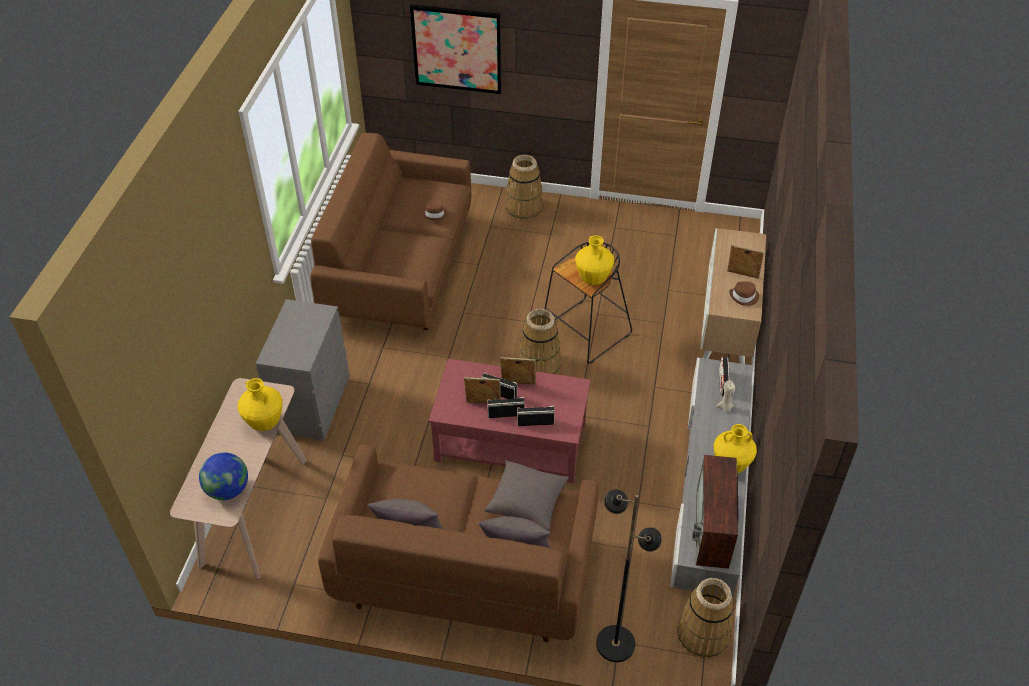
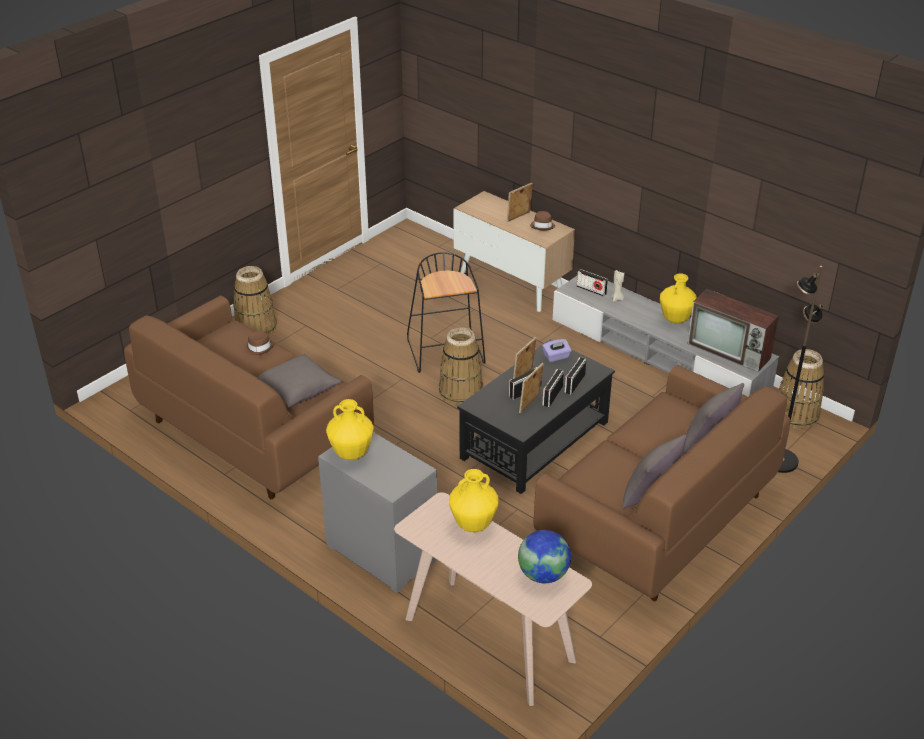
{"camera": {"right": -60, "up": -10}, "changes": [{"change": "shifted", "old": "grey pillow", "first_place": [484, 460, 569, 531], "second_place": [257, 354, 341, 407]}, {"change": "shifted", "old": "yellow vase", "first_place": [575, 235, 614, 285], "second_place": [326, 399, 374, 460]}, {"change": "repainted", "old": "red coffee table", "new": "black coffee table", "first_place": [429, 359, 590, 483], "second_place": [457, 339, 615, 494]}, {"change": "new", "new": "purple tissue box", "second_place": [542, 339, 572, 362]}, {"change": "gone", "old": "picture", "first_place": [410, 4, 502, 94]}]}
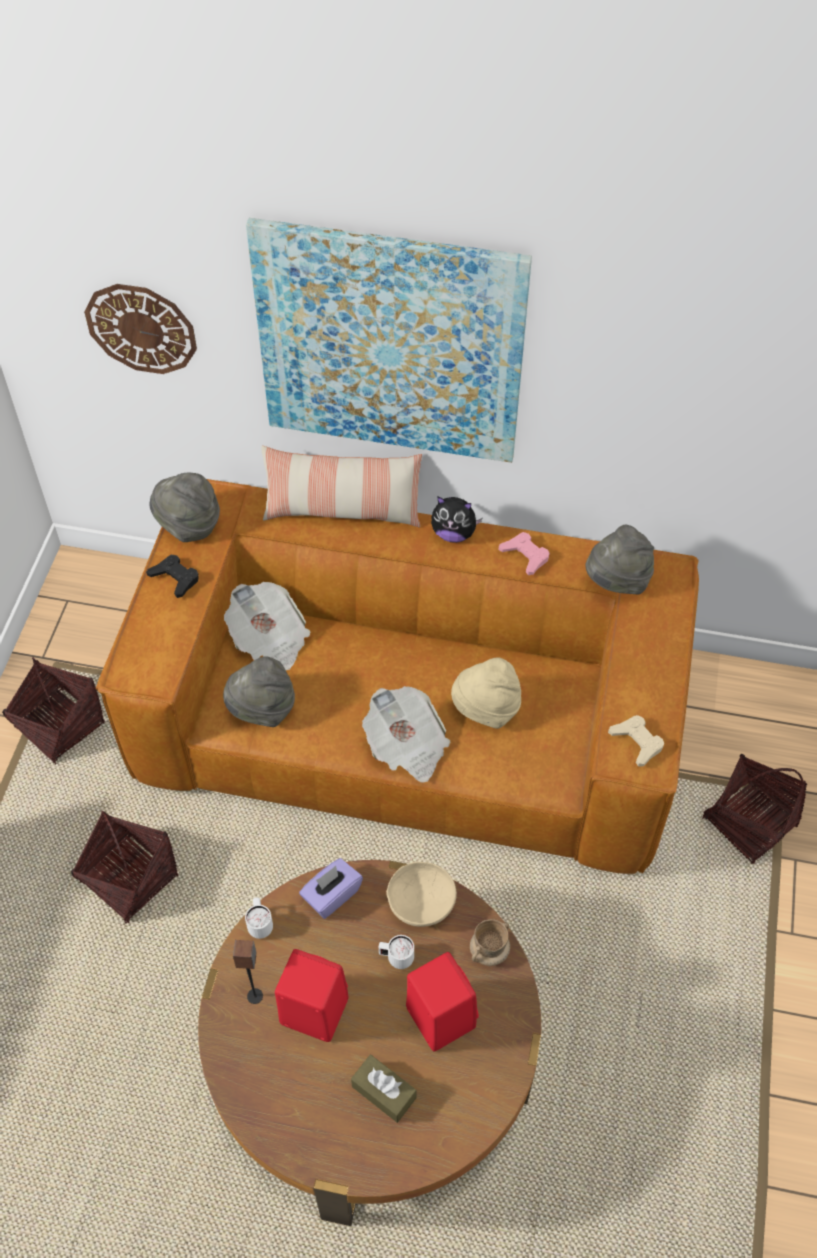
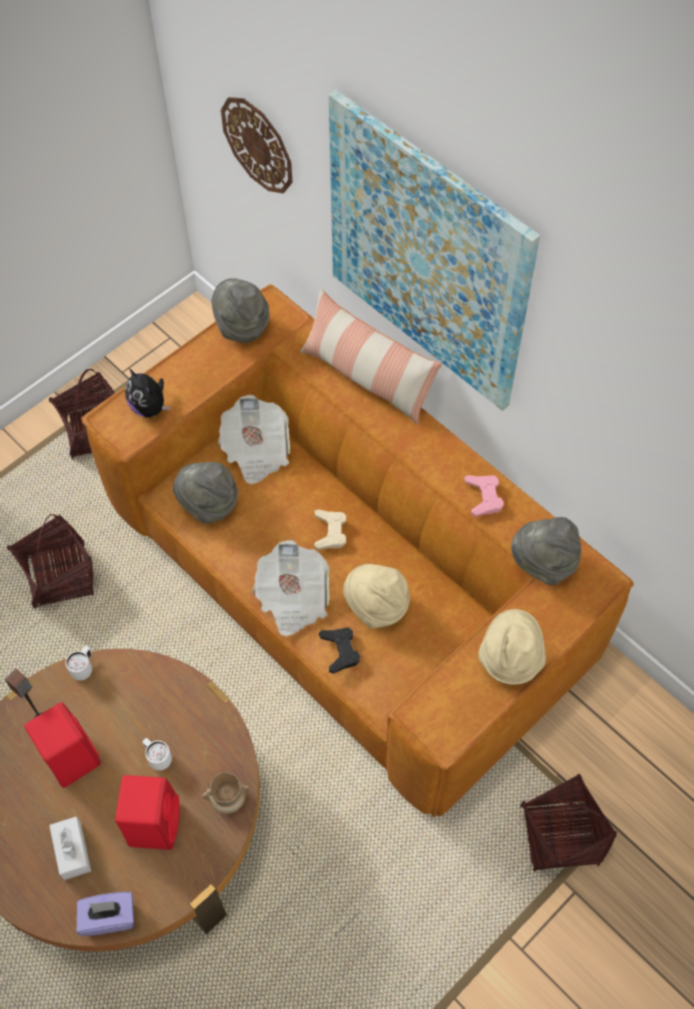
{"camera": {"right": 35, "up": 5}, "changes": [{"change": "repainted", "old": "brown tissue box", "new": "white tissue box", "first_place": [351, 1055, 416, 1123], "second_place": [49, 817, 91, 880]}, {"change": "shifted", "old": "purple tissue box", "first_place": [299, 858, 363, 919], "second_place": [77, 892, 134, 936]}, {"change": "shifted", "old": "plush toy", "first_place": [431, 497, 482, 543], "second_place": [125, 369, 171, 418]}, {"change": "shifted", "old": "beige game controller", "first_place": [608, 715, 664, 767], "second_place": [314, 509, 346, 550]}, {"change": "shifted", "old": "black game controller", "first_place": [146, 555, 198, 598], "second_place": [319, 628, 360, 673]}, {"change": "new", "new": "beige hat", "second_place": [478, 609, 546, 685]}, {"change": "gone", "old": "beige bowl", "first_place": [386, 862, 457, 927]}]}
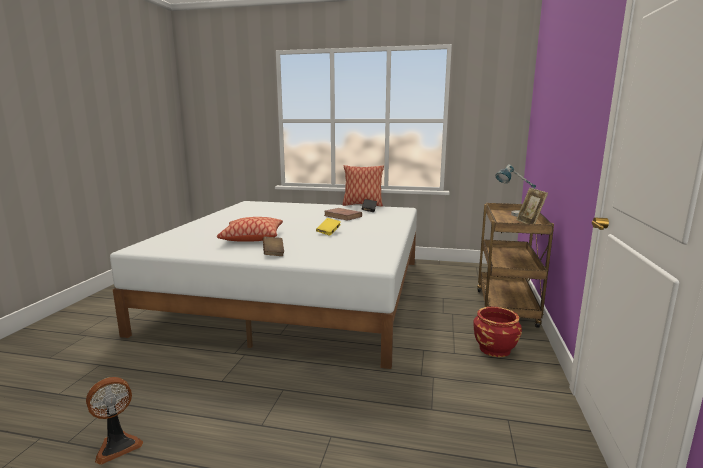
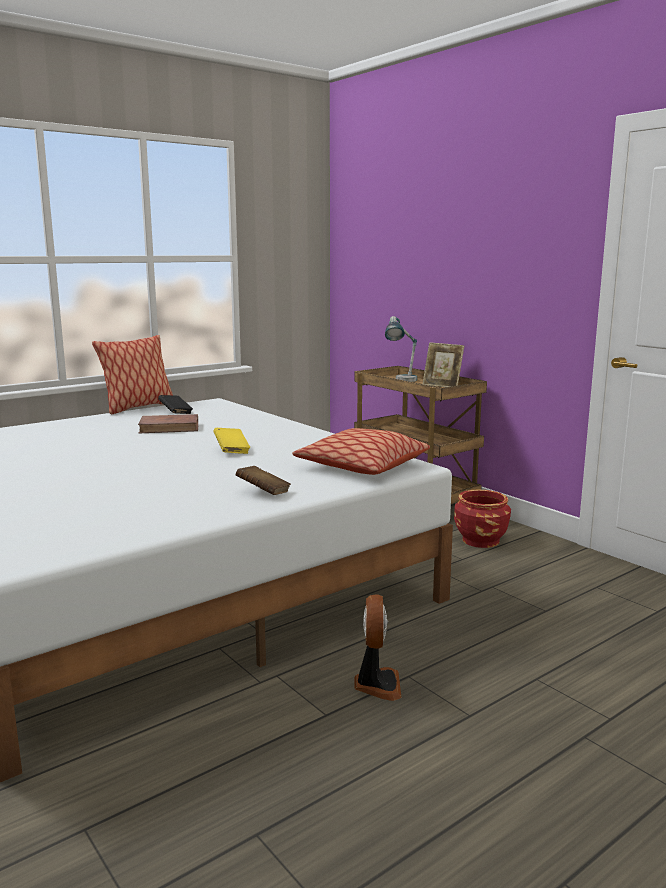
{"camera": {"right": -50, "up": 0}, "changes": [{"change": "shifted", "old": "pillow", "first_place": [217, 217, 283, 242], "second_place": [292, 428, 430, 475]}, {"change": "shifted", "old": "fan", "first_place": [86, 377, 143, 465], "second_place": [354, 594, 402, 701]}]}
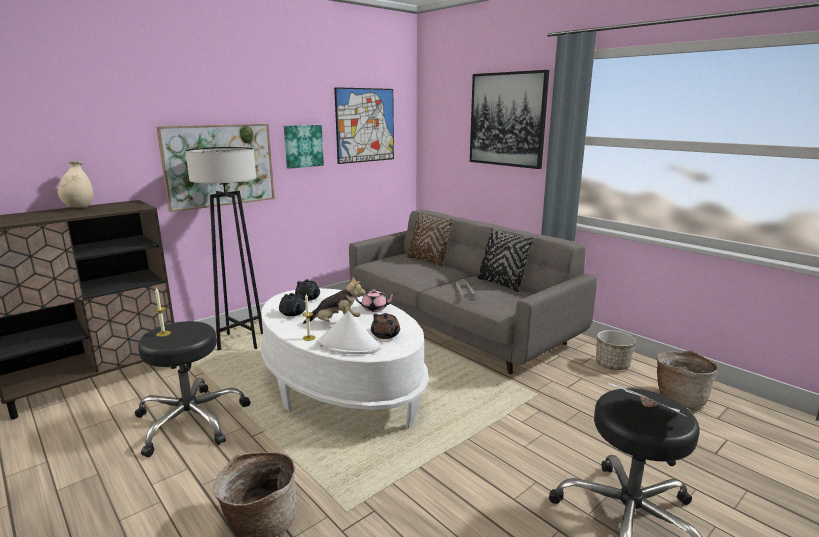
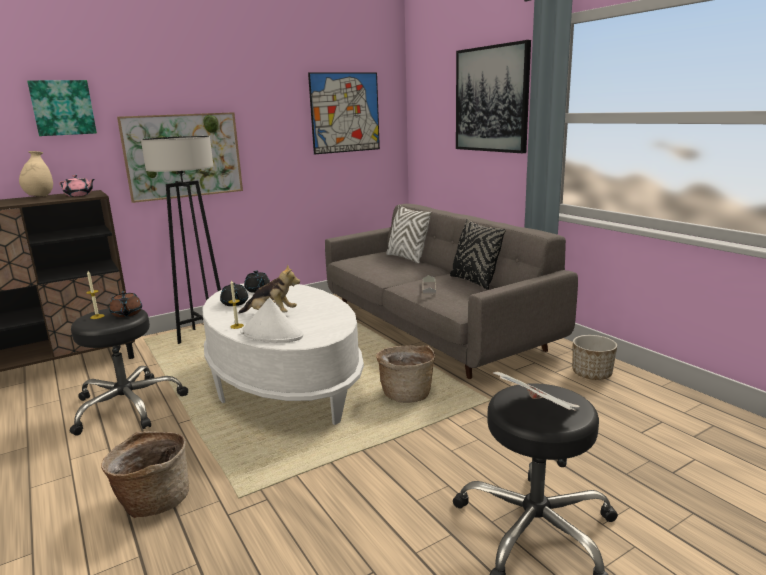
{"camera": {"right": 10, "up": 0}, "changes": [{"change": "shifted", "old": "picture", "first_place": [284, 125, 324, 169], "second_place": [27, 80, 97, 136]}, {"change": "shifted", "old": "pink teapot", "first_place": [355, 289, 396, 312], "second_place": [59, 175, 95, 197]}, {"change": "shifted", "old": "brown teapot", "first_place": [371, 313, 400, 339], "second_place": [109, 291, 142, 317]}, {"change": "shifted", "old": "basket", "first_place": [657, 351, 718, 407], "second_place": [376, 345, 435, 403]}, {"change": "repainted", "old": "brown pillow", "new": "white pillow", "first_place": [407, 212, 454, 266], "second_place": [386, 205, 432, 263]}]}
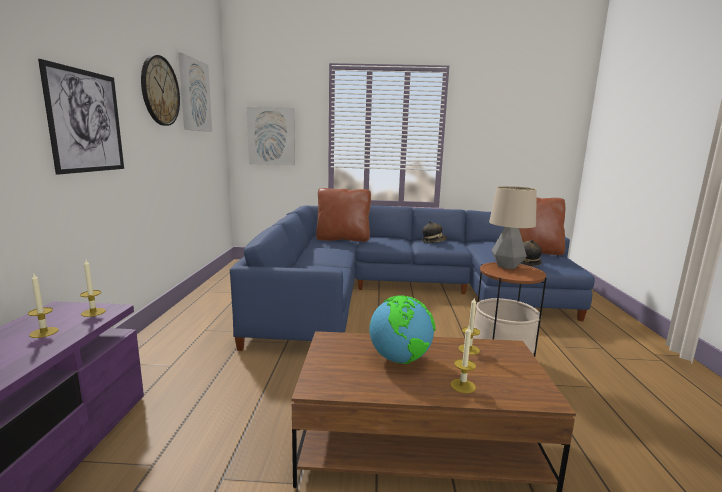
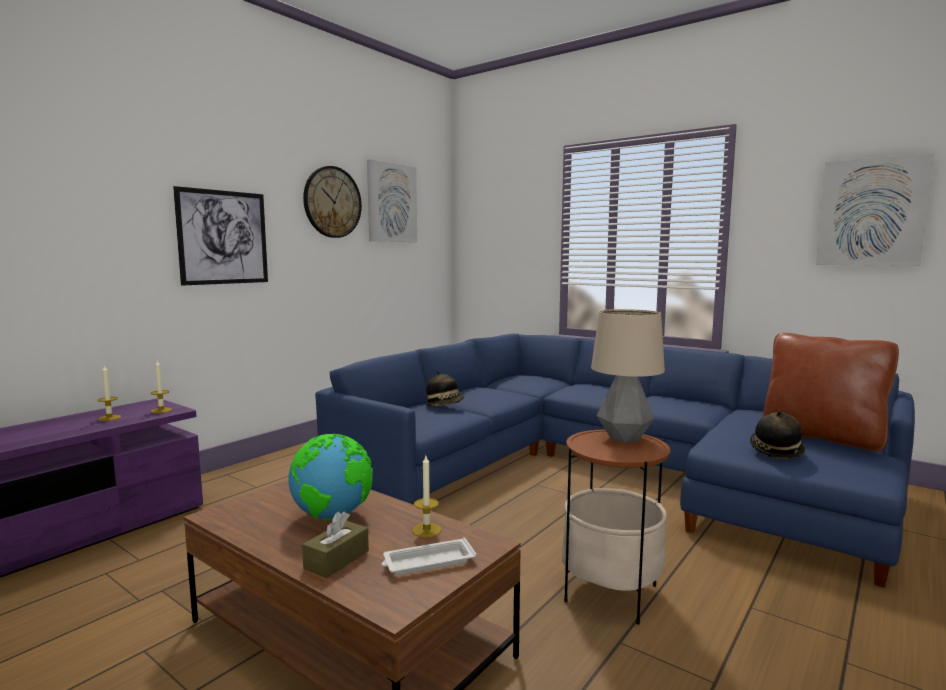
{"camera": {"right": 35, "up": -5}, "changes": [{"change": "swapped", "old": "candle", "new": "brown tissue box", "first_place": [450, 326, 476, 393], "second_place": [302, 512, 369, 578]}, {"change": "new", "new": "white tray", "second_place": [382, 537, 477, 575]}, {"change": "shifted", "old": "hat", "first_place": [422, 221, 447, 243], "second_place": [425, 371, 464, 406]}, {"change": "shifted", "old": "picture", "first_place": [247, 107, 295, 165], "second_place": [816, 153, 934, 266]}, {"change": "gone", "old": "brown pillow", "first_place": [316, 188, 371, 242]}]}
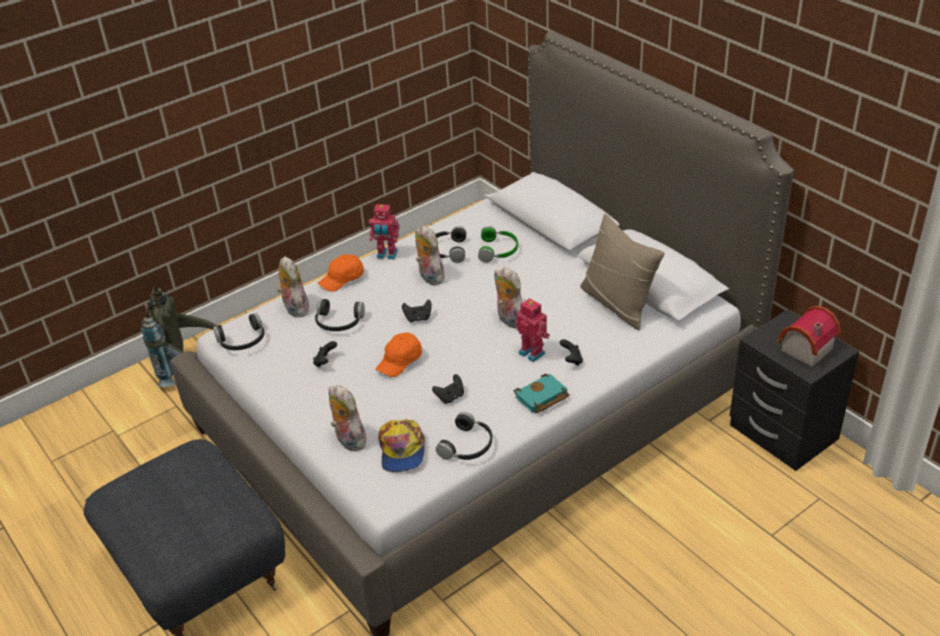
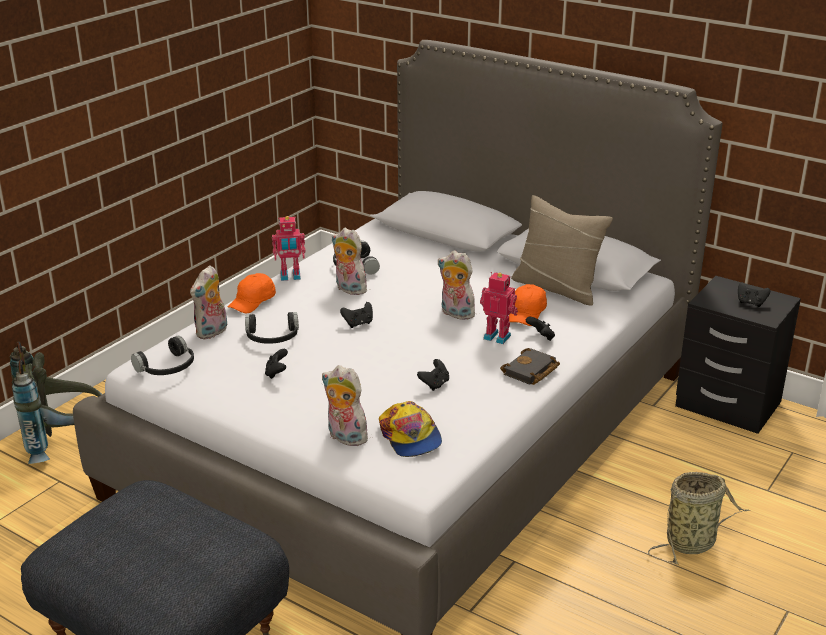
{"camera": {"right": -20, "up": -10}, "changes": [{"change": "rotated", "old": "plush toy", "first_place": [277, 256, 309, 317], "second_place": [190, 265, 227, 339], "degrees": -105}, {"change": "repainted", "old": "turquoise book", "new": "black book", "first_place": [514, 374, 569, 413], "second_place": [500, 348, 560, 385]}, {"change": "shifted", "old": "orange cap", "first_place": [376, 333, 422, 377], "second_place": [509, 284, 547, 326]}, {"change": "new", "new": "basket", "second_place": [648, 472, 750, 564]}, {"change": "swapped", "old": "toy house", "new": "black game controller", "first_place": [777, 305, 841, 367], "second_place": [738, 282, 770, 307]}, {"change": "gone", "old": "black headphones", "first_place": [436, 412, 492, 460]}, {"change": "gone", "old": "green headphones", "first_place": [478, 226, 518, 263]}]}
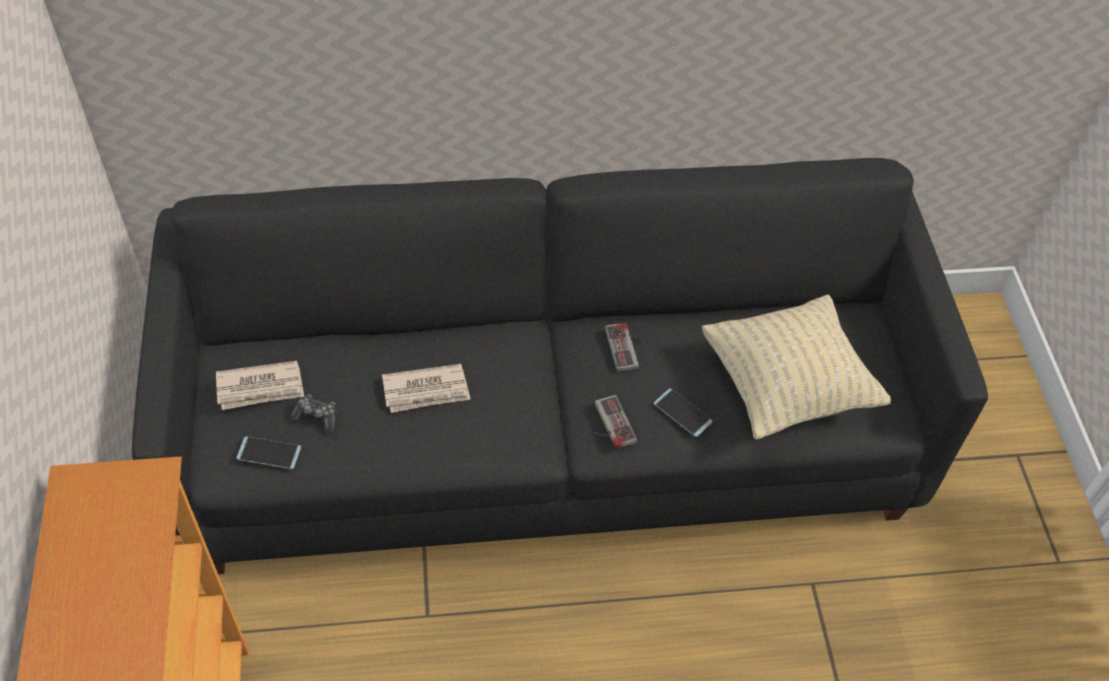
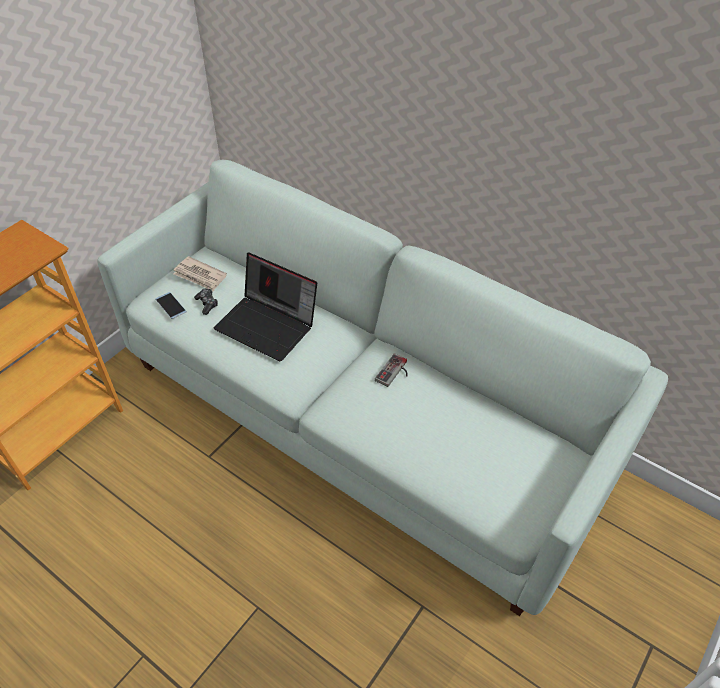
{"camera": {"right": 45, "up": -5}, "changes": [{"change": "repainted", "old": "black sofa", "new": "white sofa", "first_place": [132, 158, 988, 574], "second_place": [97, 160, 668, 616]}, {"change": "swapped", "old": "newspaper", "new": "laptop", "first_place": [382, 364, 470, 413], "second_place": [214, 253, 317, 361]}, {"change": "gone", "old": "game controller", "first_place": [593, 395, 637, 449]}, {"change": "gone", "old": "phone", "first_place": [653, 388, 712, 437]}, {"change": "gone", "old": "beige pillow", "first_place": [702, 295, 891, 440]}]}
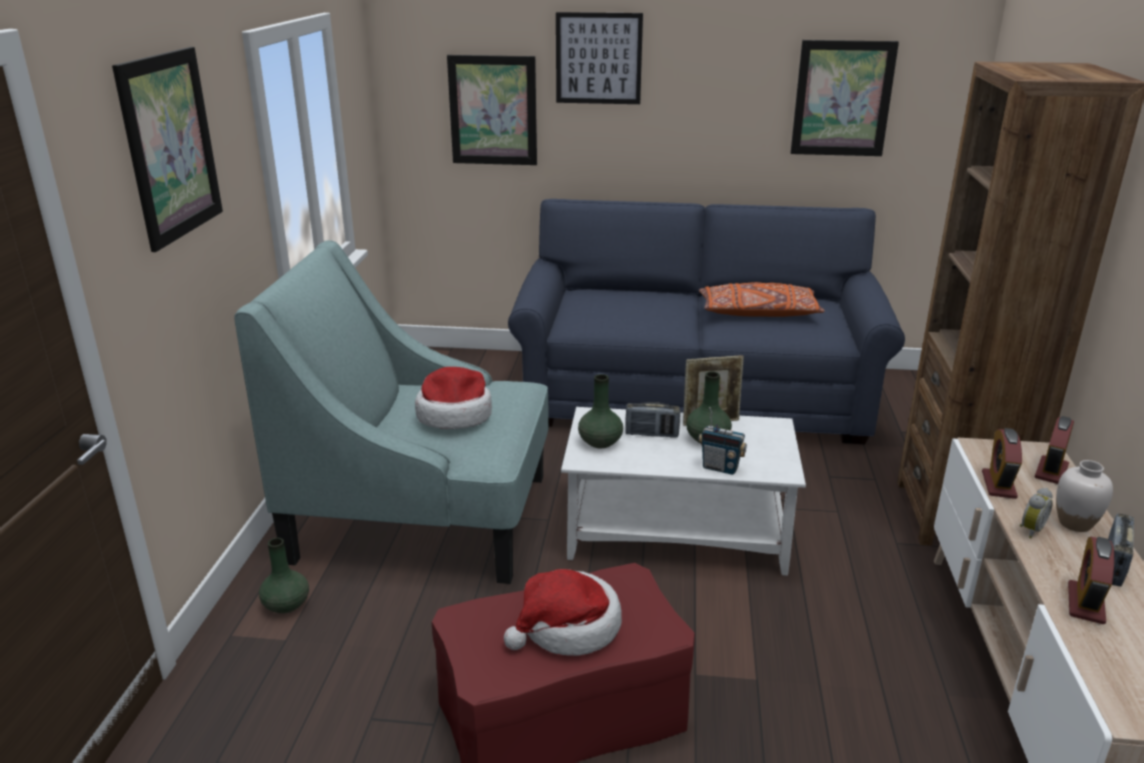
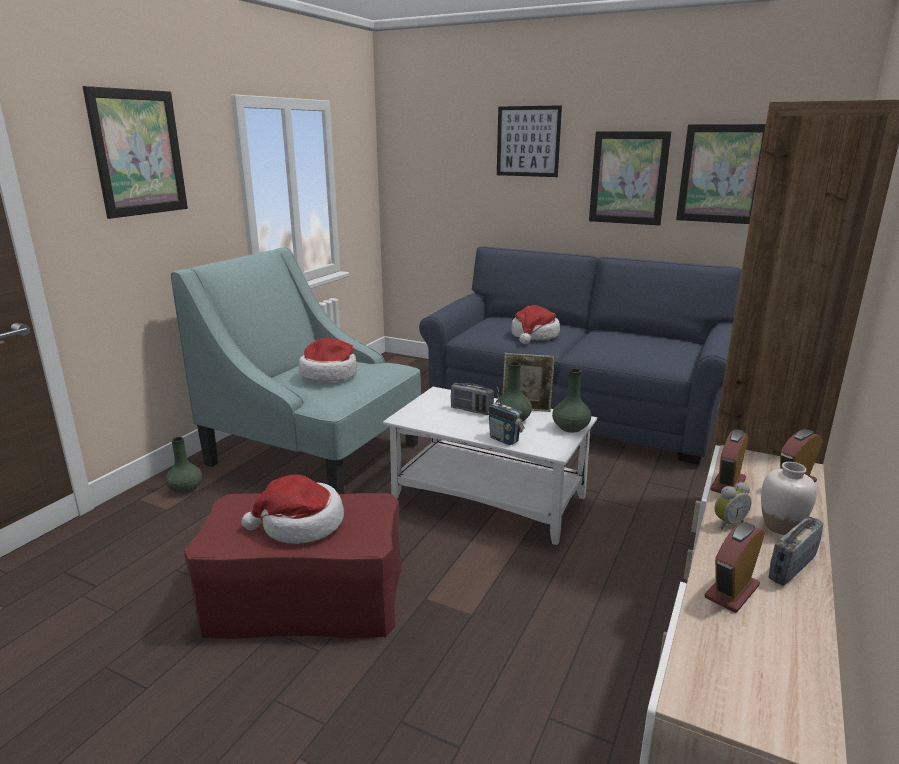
{"camera": {"right": 20, "up": -5}, "changes": [{"change": "new", "new": "hat", "second_place": [511, 305, 560, 344]}, {"change": "shifted", "old": "green vase", "first_place": [578, 374, 623, 448], "second_place": [552, 368, 591, 433]}, {"change": "shifted", "old": "picture", "first_place": [447, 55, 537, 165], "second_place": [589, 131, 671, 225]}, {"change": "gone", "old": "orange pillow", "first_place": [699, 282, 825, 317]}]}
